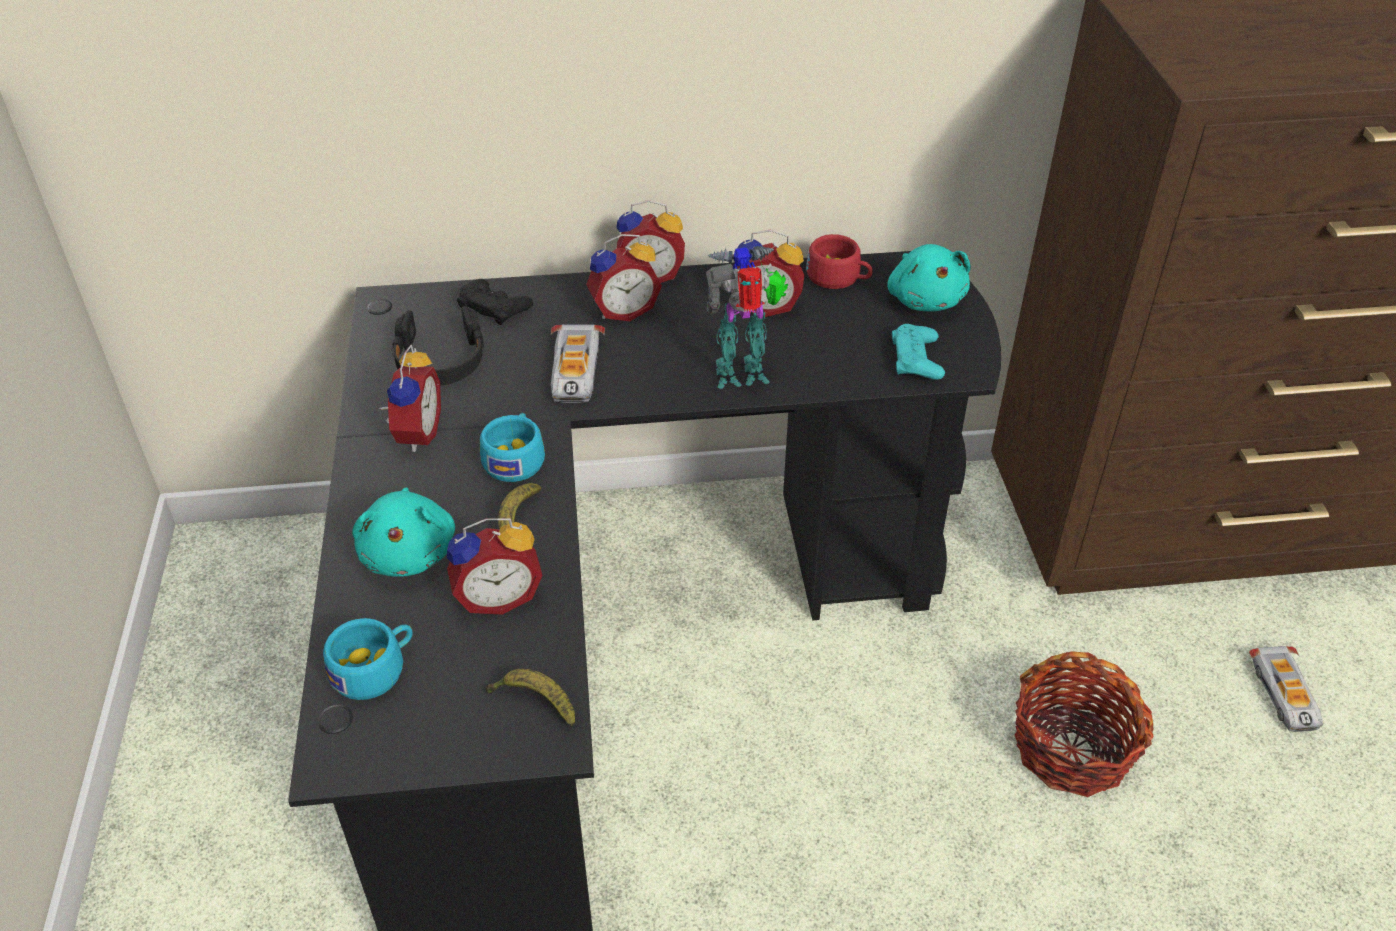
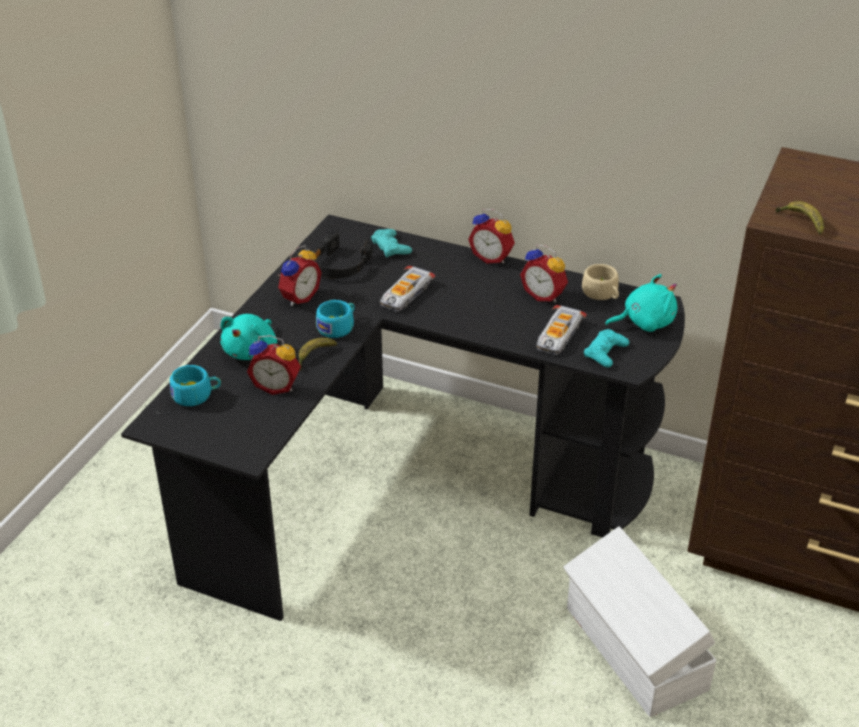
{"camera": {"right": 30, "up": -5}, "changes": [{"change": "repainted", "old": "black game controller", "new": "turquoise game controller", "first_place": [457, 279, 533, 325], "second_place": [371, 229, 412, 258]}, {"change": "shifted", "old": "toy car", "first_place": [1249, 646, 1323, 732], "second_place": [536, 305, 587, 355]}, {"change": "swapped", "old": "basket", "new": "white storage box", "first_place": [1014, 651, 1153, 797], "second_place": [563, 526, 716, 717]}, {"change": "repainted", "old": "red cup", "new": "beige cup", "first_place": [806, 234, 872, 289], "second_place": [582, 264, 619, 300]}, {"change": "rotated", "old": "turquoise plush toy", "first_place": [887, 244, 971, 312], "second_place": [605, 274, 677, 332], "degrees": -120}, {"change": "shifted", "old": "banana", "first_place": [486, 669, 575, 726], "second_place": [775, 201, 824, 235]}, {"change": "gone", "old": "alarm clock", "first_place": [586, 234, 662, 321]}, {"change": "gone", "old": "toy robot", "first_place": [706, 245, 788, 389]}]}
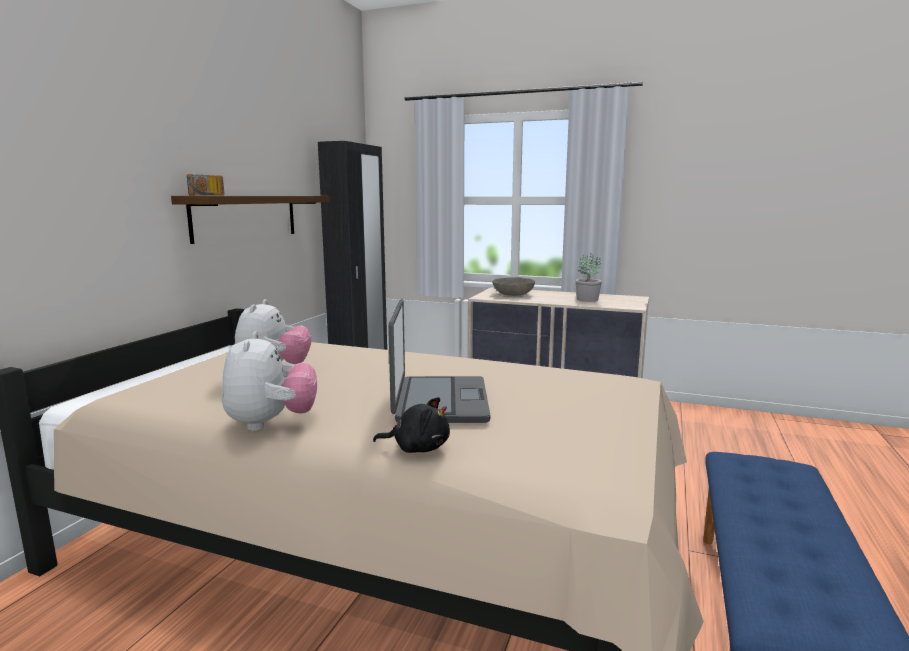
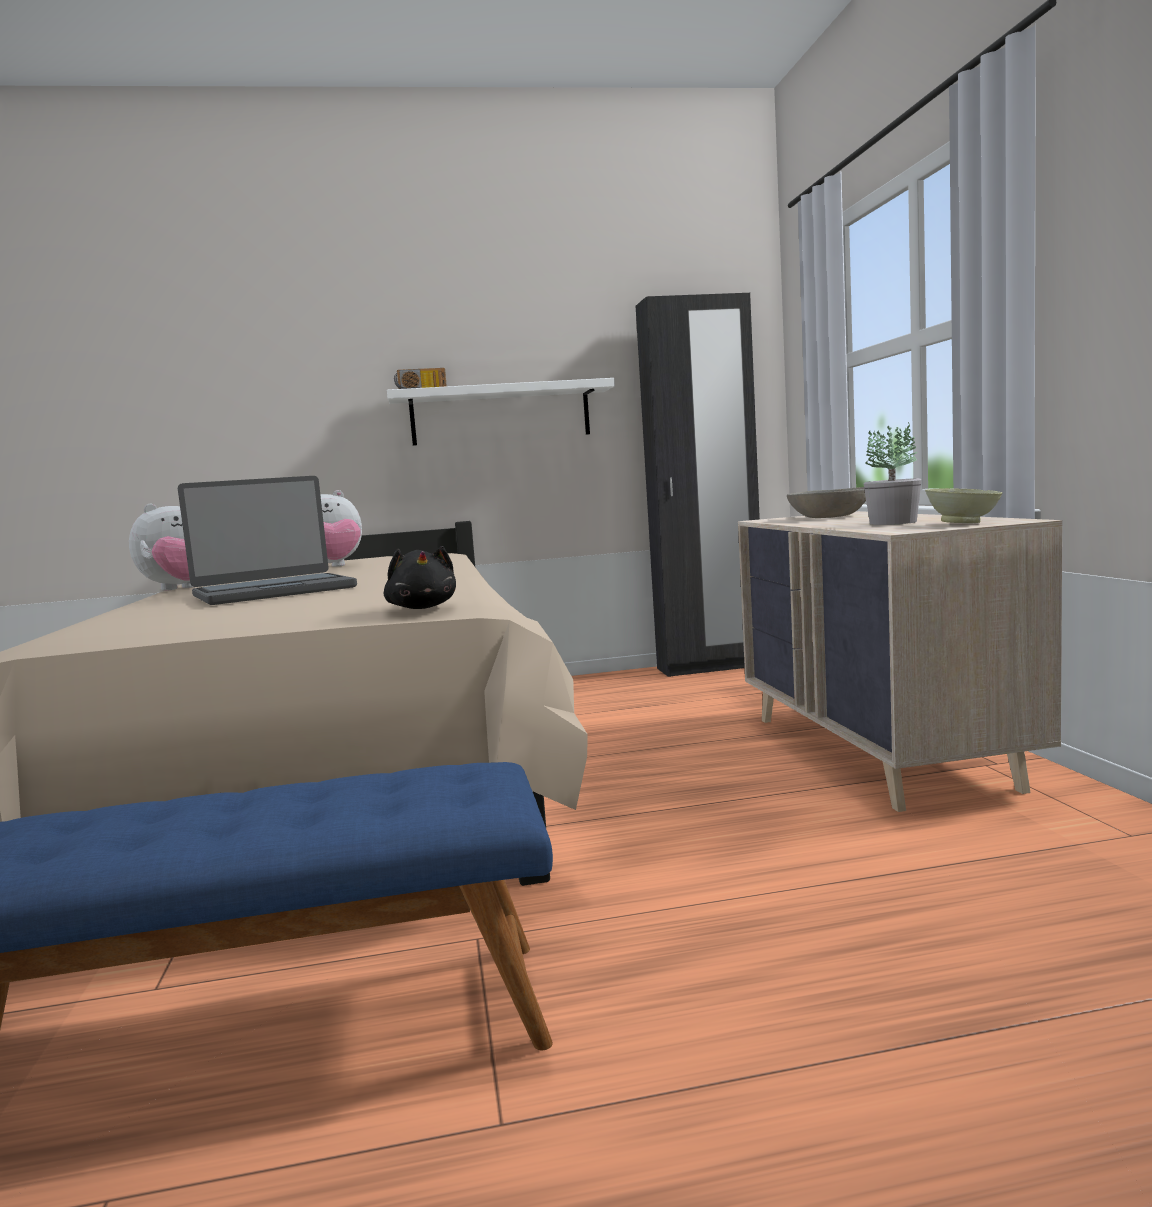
{"camera": {"right": 60, "up": -5}, "changes": [{"change": "shifted", "old": "black plush toy", "first_place": [373, 397, 450, 453], "second_place": [384, 546, 456, 609]}, {"change": "repainted", "old": "brown shelf", "new": "white shelf", "first_place": [171, 196, 330, 244], "second_place": [387, 378, 615, 446]}, {"change": "new", "new": "beige bowl", "second_place": [925, 488, 1002, 523]}]}
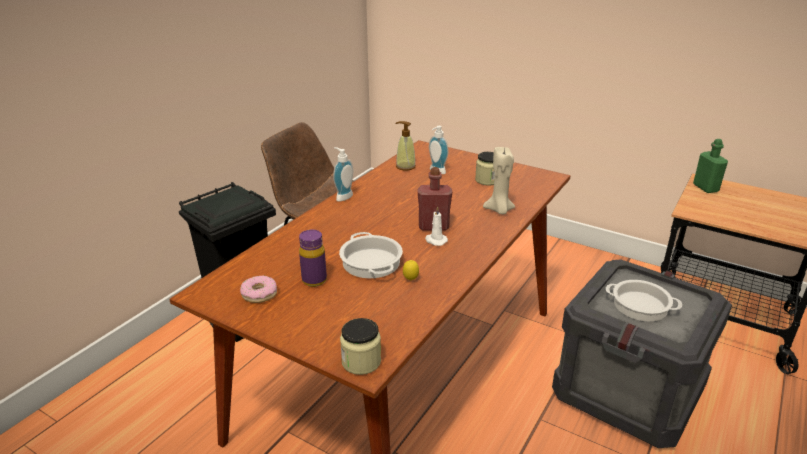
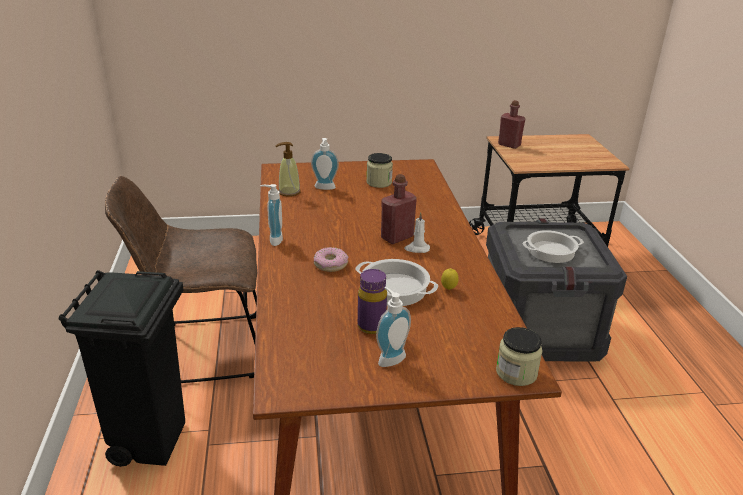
{"camera": {"right": -40, "up": 0}, "changes": [{"change": "shifted", "old": "donut", "first_place": [240, 275, 277, 303], "second_place": [314, 247, 349, 272]}, {"change": "new", "new": "soap dispenser", "second_place": [376, 287, 411, 367]}, {"change": "repainted", "old": "green bottle", "new": "red bottle", "first_place": [693, 139, 728, 193], "second_place": [498, 100, 525, 149]}, {"change": "gone", "old": "beige candle", "first_place": [483, 147, 515, 214]}]}
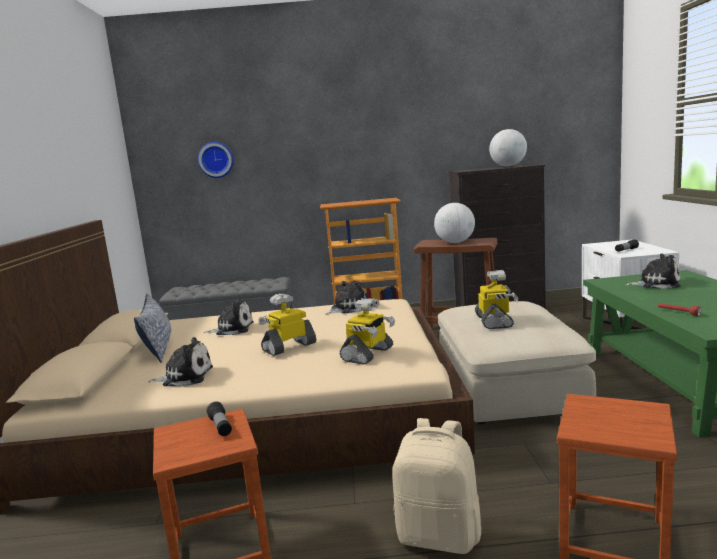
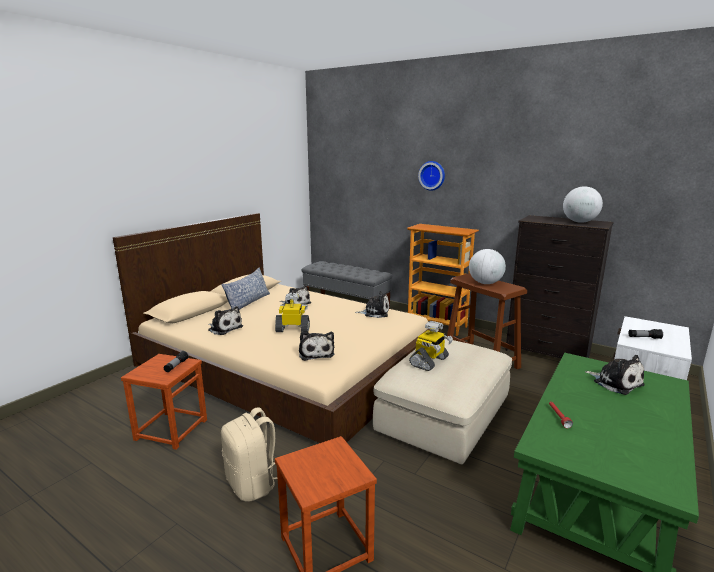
{"camera": {"right": 35, "up": 5}, "changes": [{"change": "swapped", "old": "toy robot", "new": "plush toy", "first_place": [339, 298, 395, 364], "second_place": [299, 332, 334, 361]}, {"change": "shifted", "old": "wall clock", "first_place": [198, 142, 234, 178], "second_place": [418, 161, 445, 191]}]}
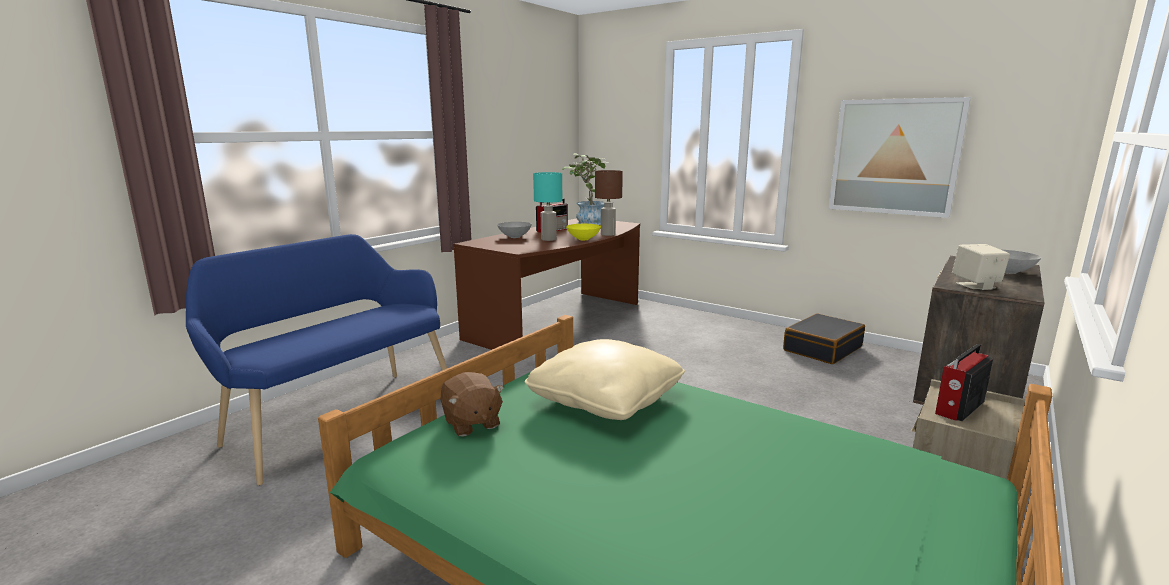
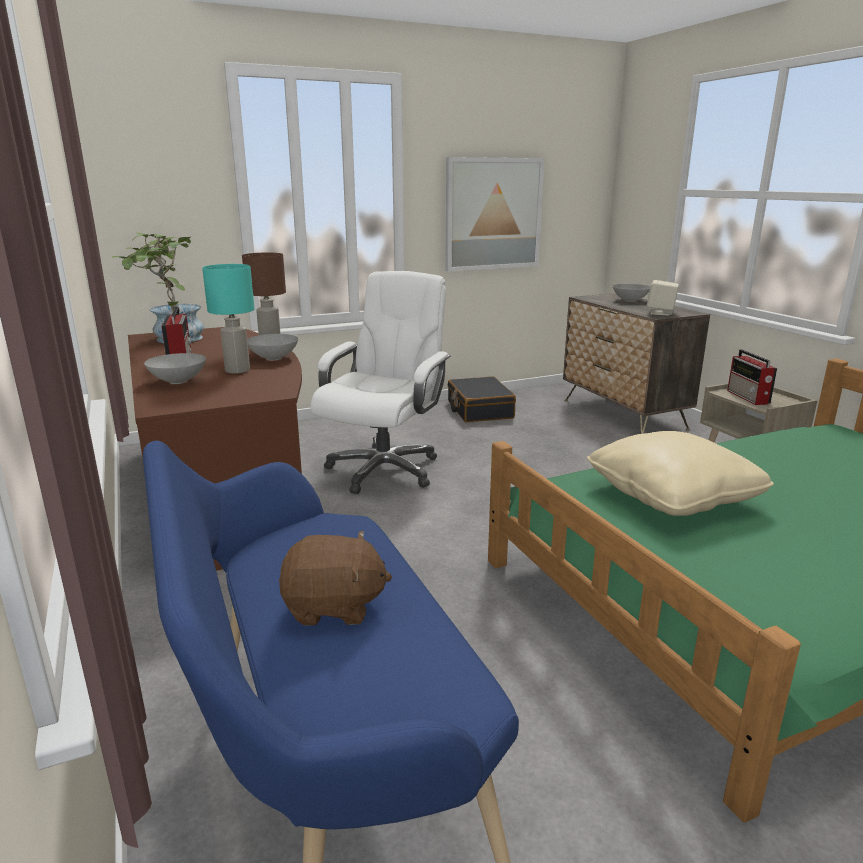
{"camera": {"right": -60, "up": 5}, "changes": [{"change": "repainted", "old": "yellow bowl", "new": "grey bowl", "first_place": [566, 224, 601, 240], "second_place": [247, 334, 298, 360]}, {"change": "shifted", "old": "brown plush toy", "first_place": [440, 372, 504, 437], "second_place": [279, 531, 392, 626]}, {"change": "new", "new": "white office chair", "second_place": [310, 271, 451, 494]}]}
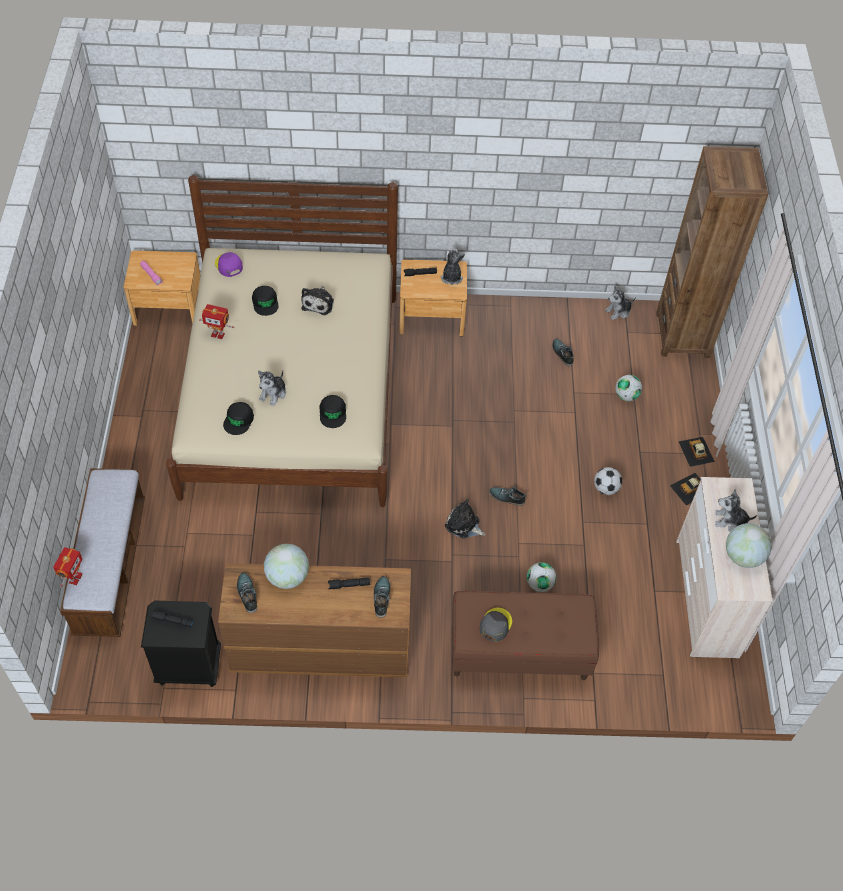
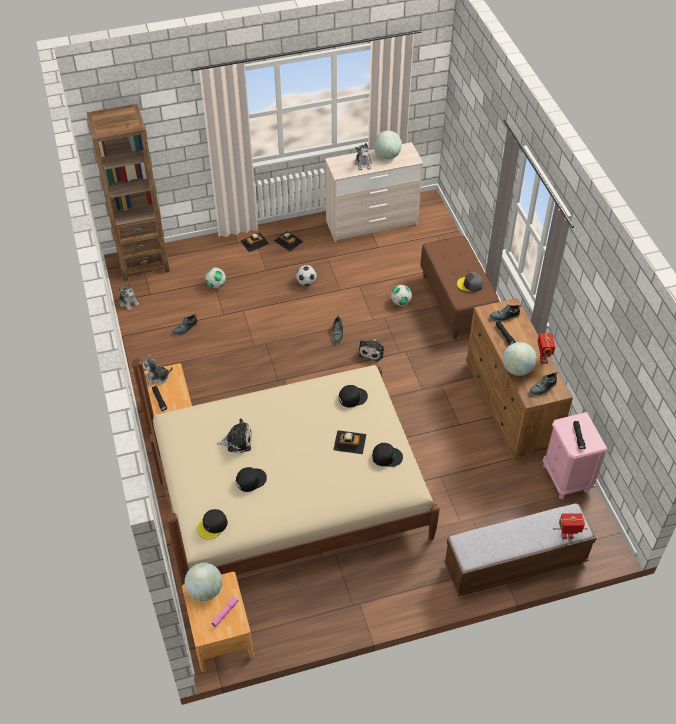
{"camera": {"right": -105, "up": -5}, "changes": [{"change": "new", "new": "globe", "second_place": [184, 563, 222, 601]}, {"change": "repainted", "old": "purple cap", "new": "black cap", "first_place": [215, 252, 243, 277], "second_place": [197, 509, 228, 539]}, {"change": "swapped", "old": "plush toy", "new": "toy car", "first_place": [258, 370, 286, 406], "second_place": [333, 430, 366, 454]}, {"change": "shifted", "old": "toy robot", "first_place": [199, 304, 234, 339], "second_place": [538, 333, 555, 364]}, {"change": "repainted", "old": "black nightstand", "new": "pink nightstand", "first_place": [141, 601, 221, 687], "second_place": [543, 412, 608, 500]}]}
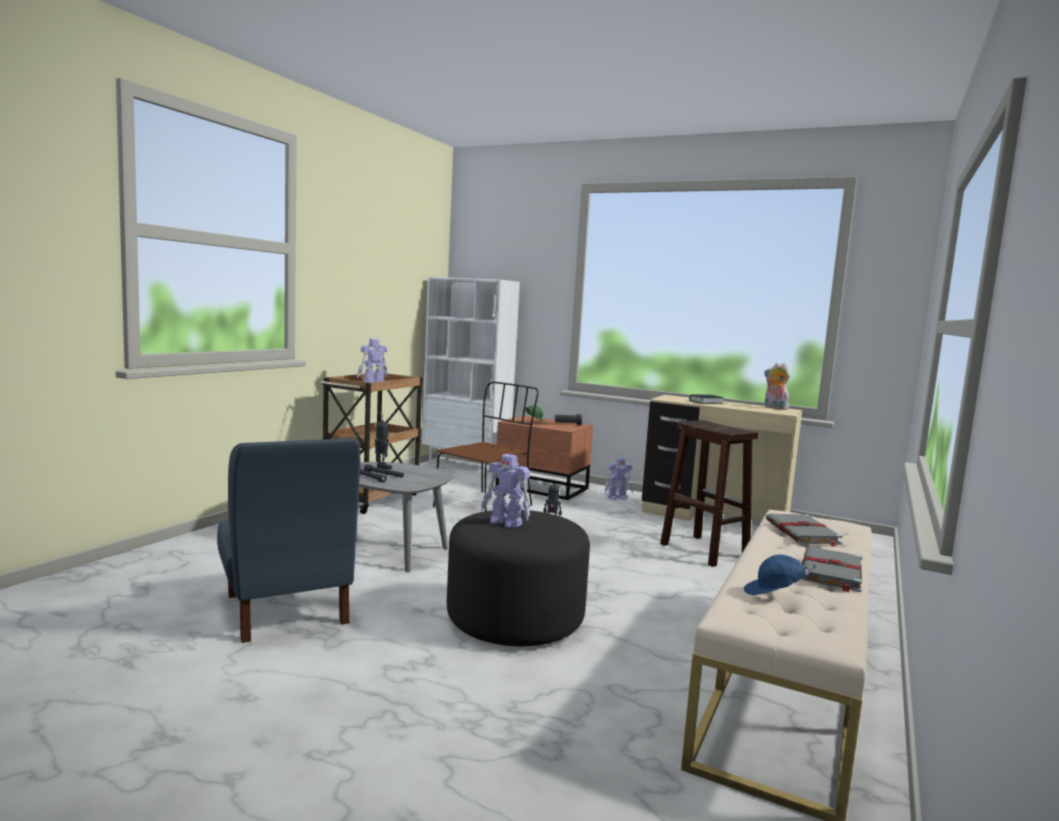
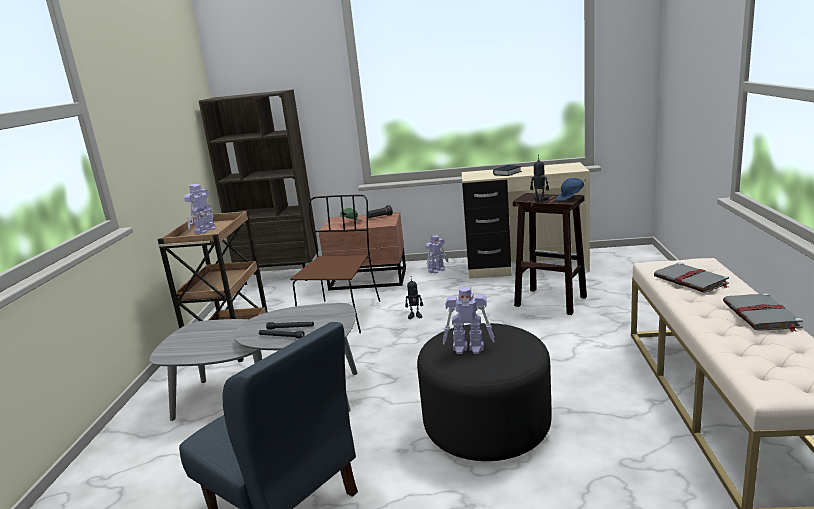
{"camera": {"right": -20, "up": 10}, "changes": [{"change": "repainted", "old": "white bookcase", "new": "brown bookcase", "first_place": [422, 277, 520, 475], "second_place": [199, 89, 318, 285]}, {"change": "shifted", "old": "toy robot", "first_place": [375, 414, 392, 469], "second_place": [530, 155, 549, 201]}, {"change": "shifted", "old": "blue cap", "first_place": [744, 554, 816, 595], "second_place": [555, 178, 586, 201]}, {"change": "gone", "old": "plush toy", "first_place": [764, 363, 790, 410]}]}
